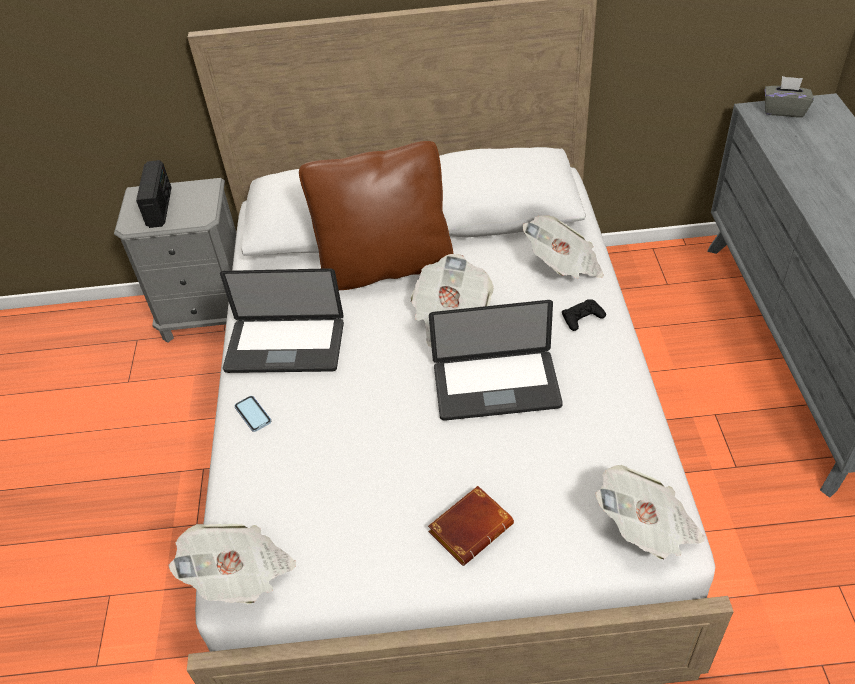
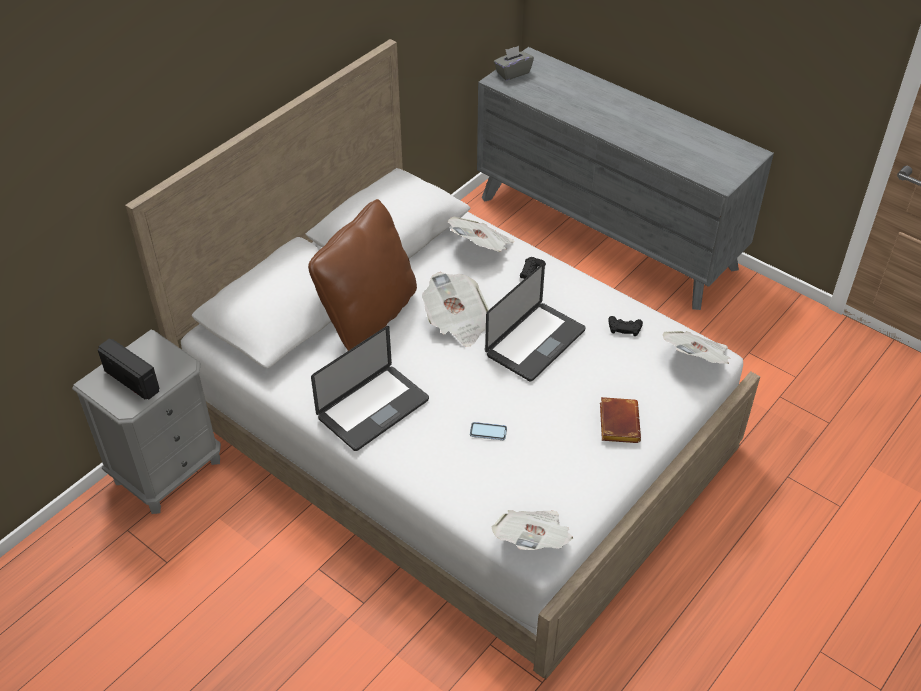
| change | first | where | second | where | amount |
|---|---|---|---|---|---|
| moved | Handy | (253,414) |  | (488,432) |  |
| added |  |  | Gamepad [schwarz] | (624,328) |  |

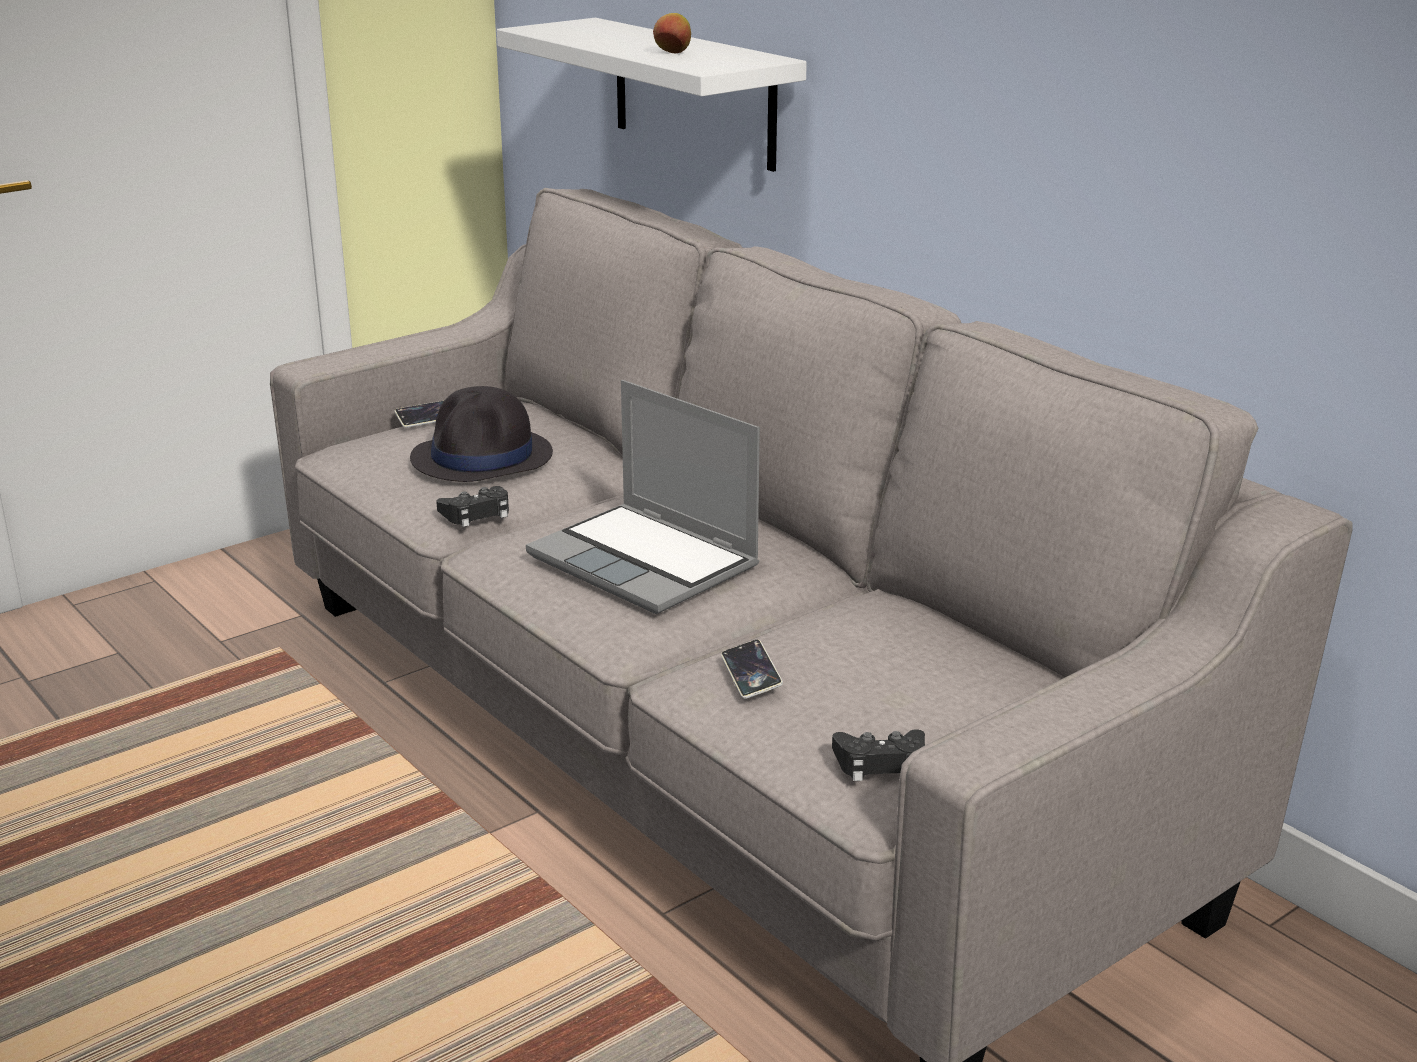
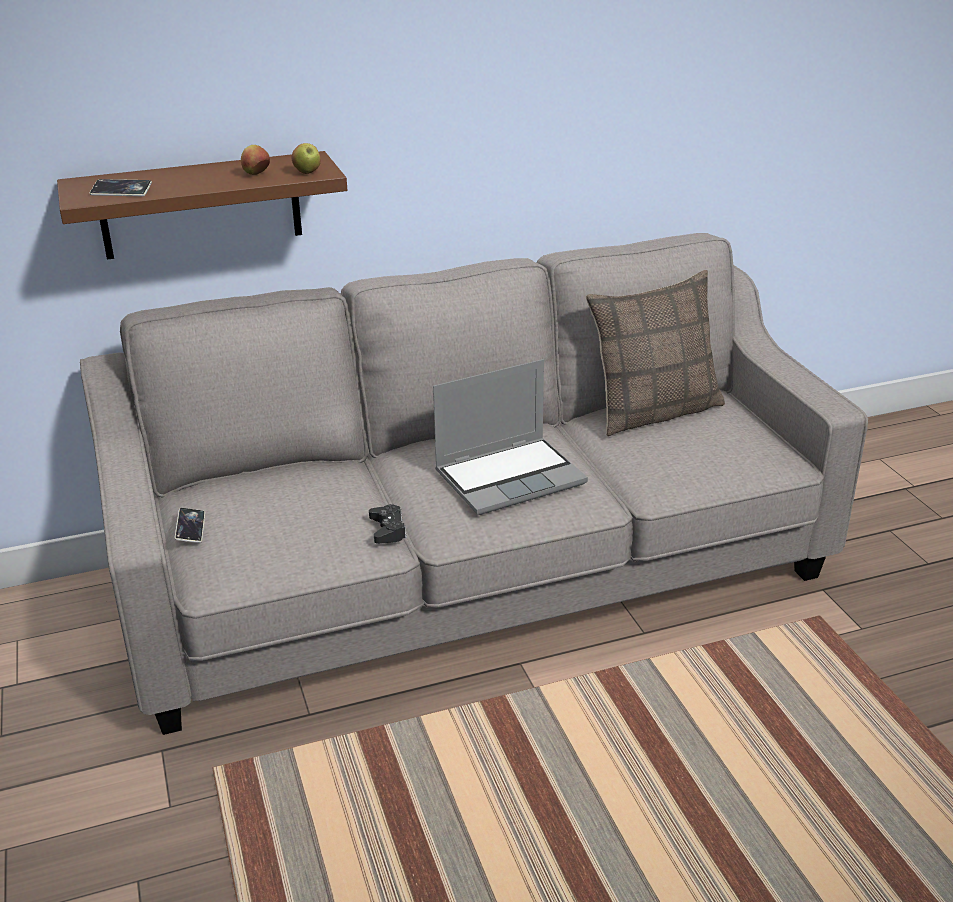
| change | first | where | second | where | amount |
|---|---|---|---|---|---|
| recoloured | Wandregal [weiß] | (694,93) | Wandregal [braun] | (200,206) |  |
| removed | Hut [schwarz] | (483,458) |  |  |  |
| moved | Handy | (751,674) |  | (121,192) |  |
| removed | Gamepad [schwarz] | (881,763) |  |  |  |
| added |  |  | Apfel | (307,172) |  |
| added |  |  | Kissen | (654,411) |  |

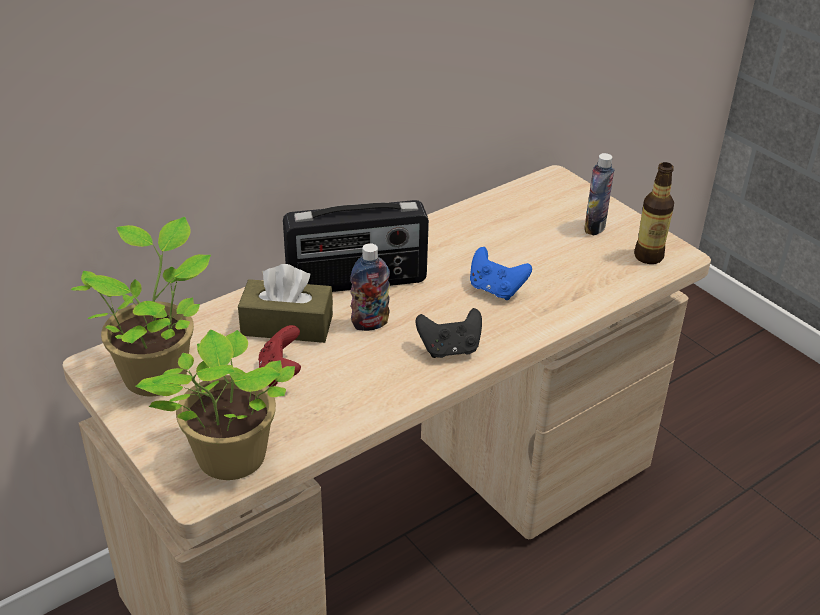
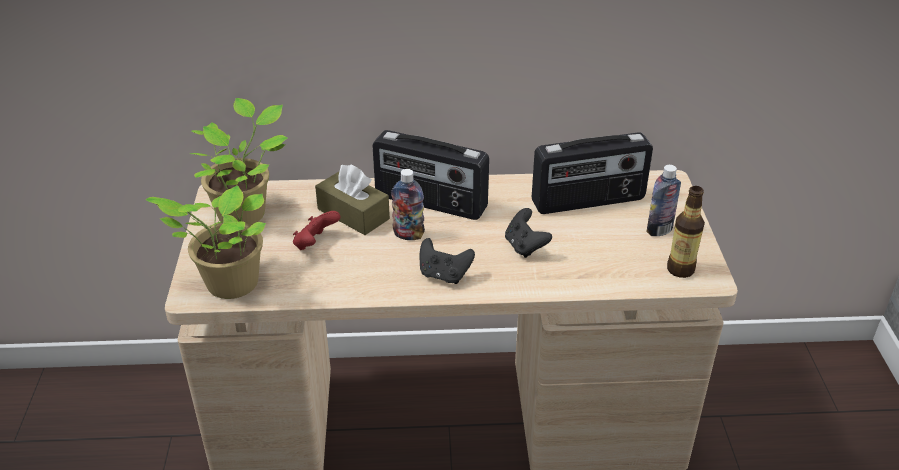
| change | first | where | second | where | amount |
|---|---|---|---|---|---|
| recoloured | Gamepad [blau] | (495,289) | Gamepad [schwarz] | (525,247) |  |
| added |  |  | Radio | (588,201) |  |

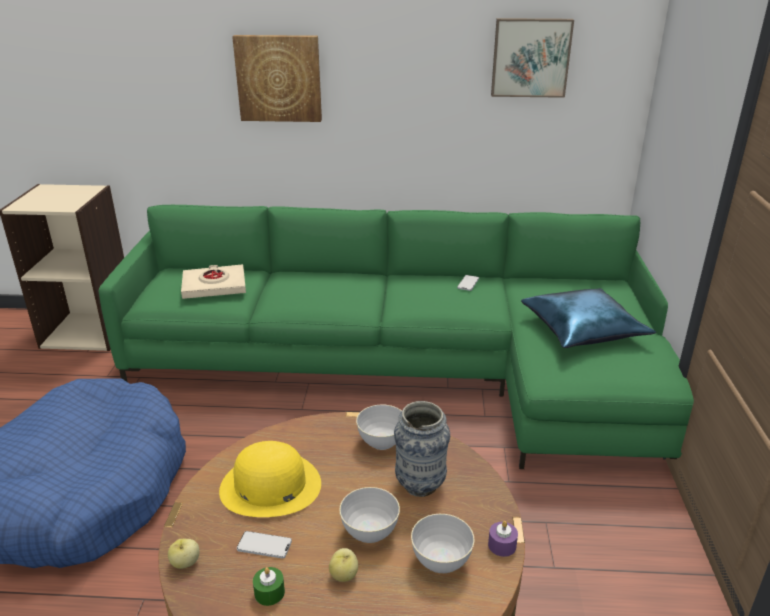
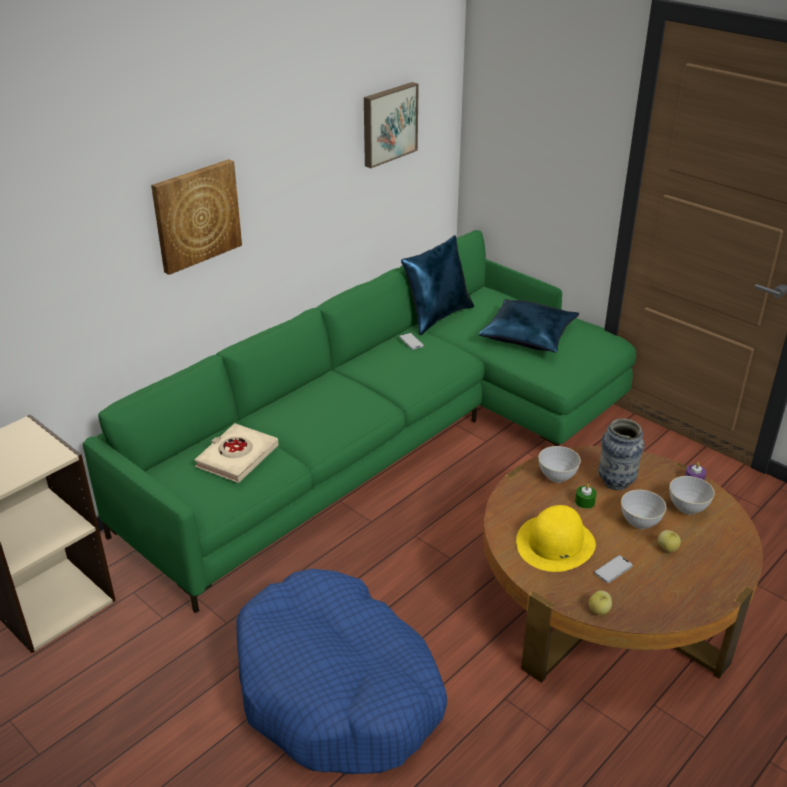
| change | first | where | second | where | amount |
|---|---|---|---|---|---|
| moved | Kerze [grün] | (269,592) |  | (585,502) |  |
| added |  |  | Kissen [blau] | (437,316) |  |

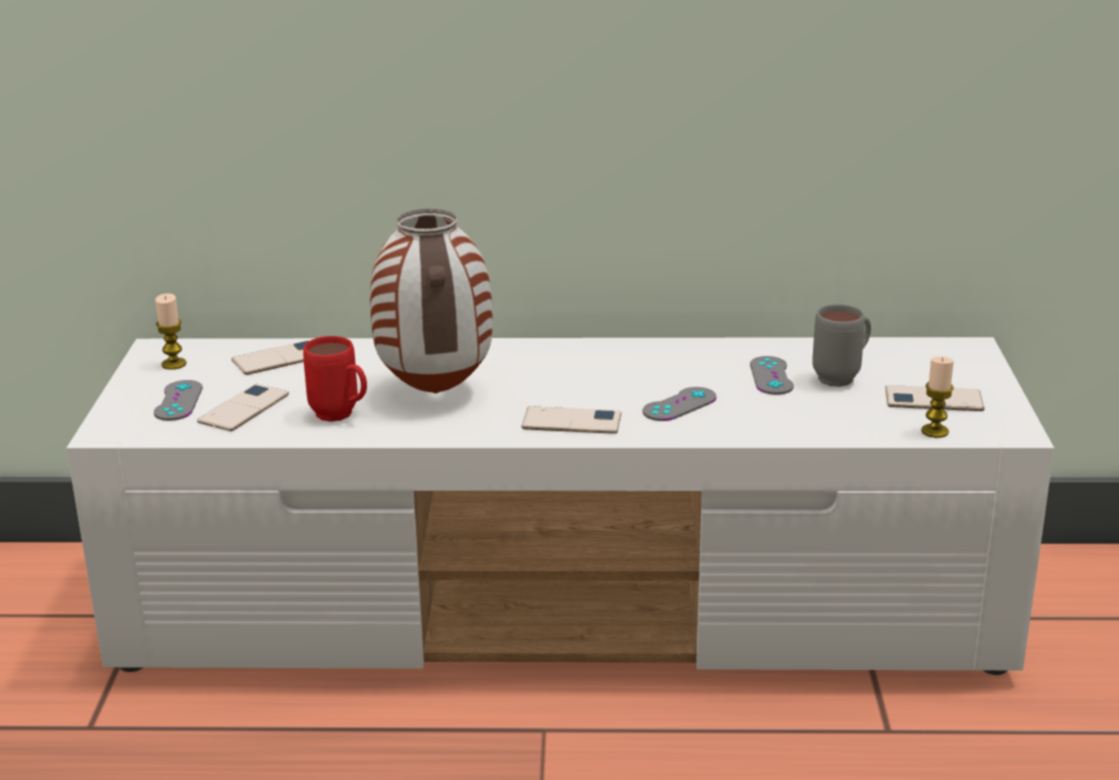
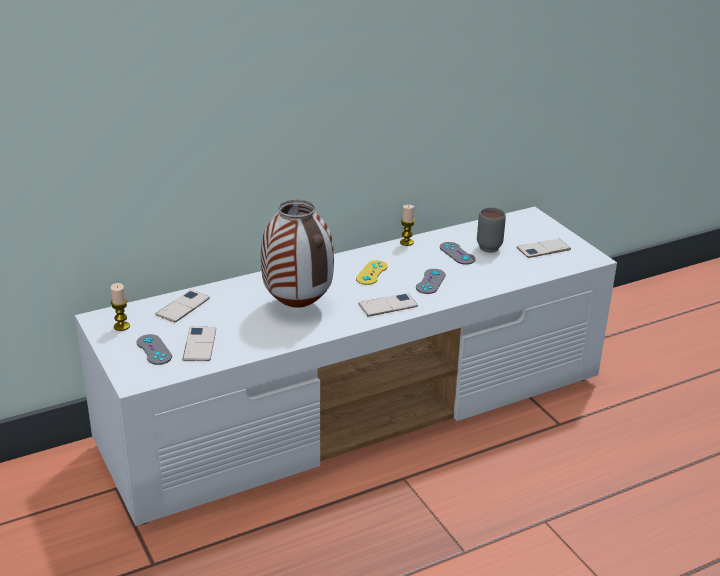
| change | first | where | second | where | amount |
|---|---|---|---|---|---|
| removed | Henkelbecher [rot] | (341,417) |  |  |  |
| moved | Kerze | (934,431) |  | (406,242) |  |
| added |  |  | Gamepad [gelb] | (371,273) |  |

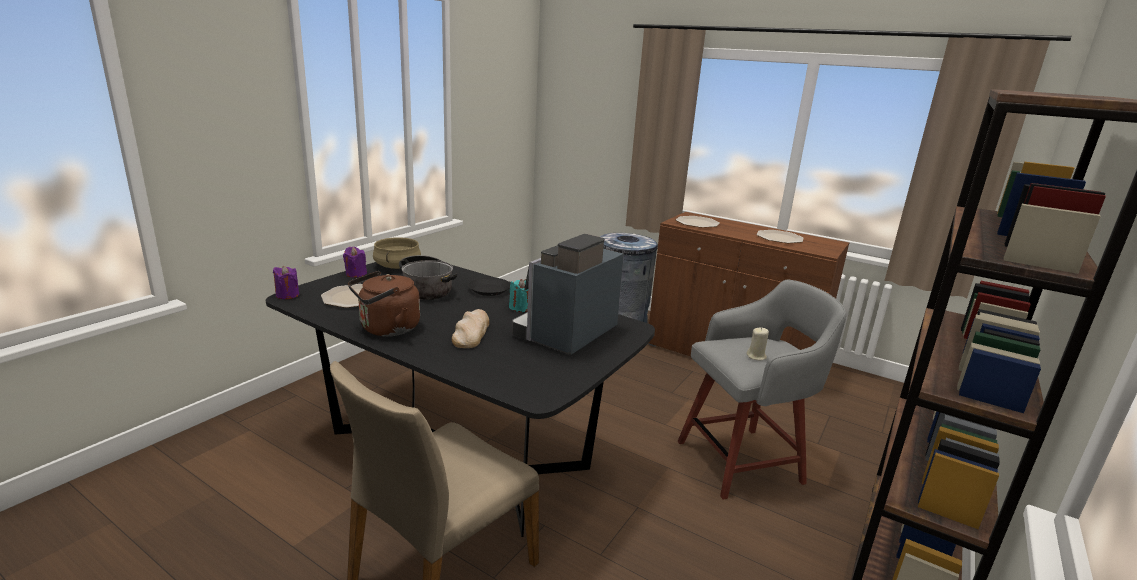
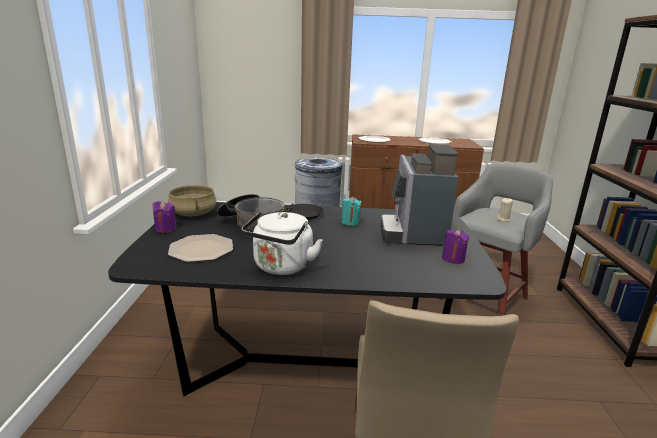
| change | first | where | second | where | amount |
|---|---|---|---|---|---|
| moved | Kerze [lila] | (287,295) |  | (453,259) |  |
| recoloured | Wasserkessel [braun] | (386,329) | Wasserkessel [weiß] | (281,267) |  |
| removed | Brot | (471,332) |  |  |  |

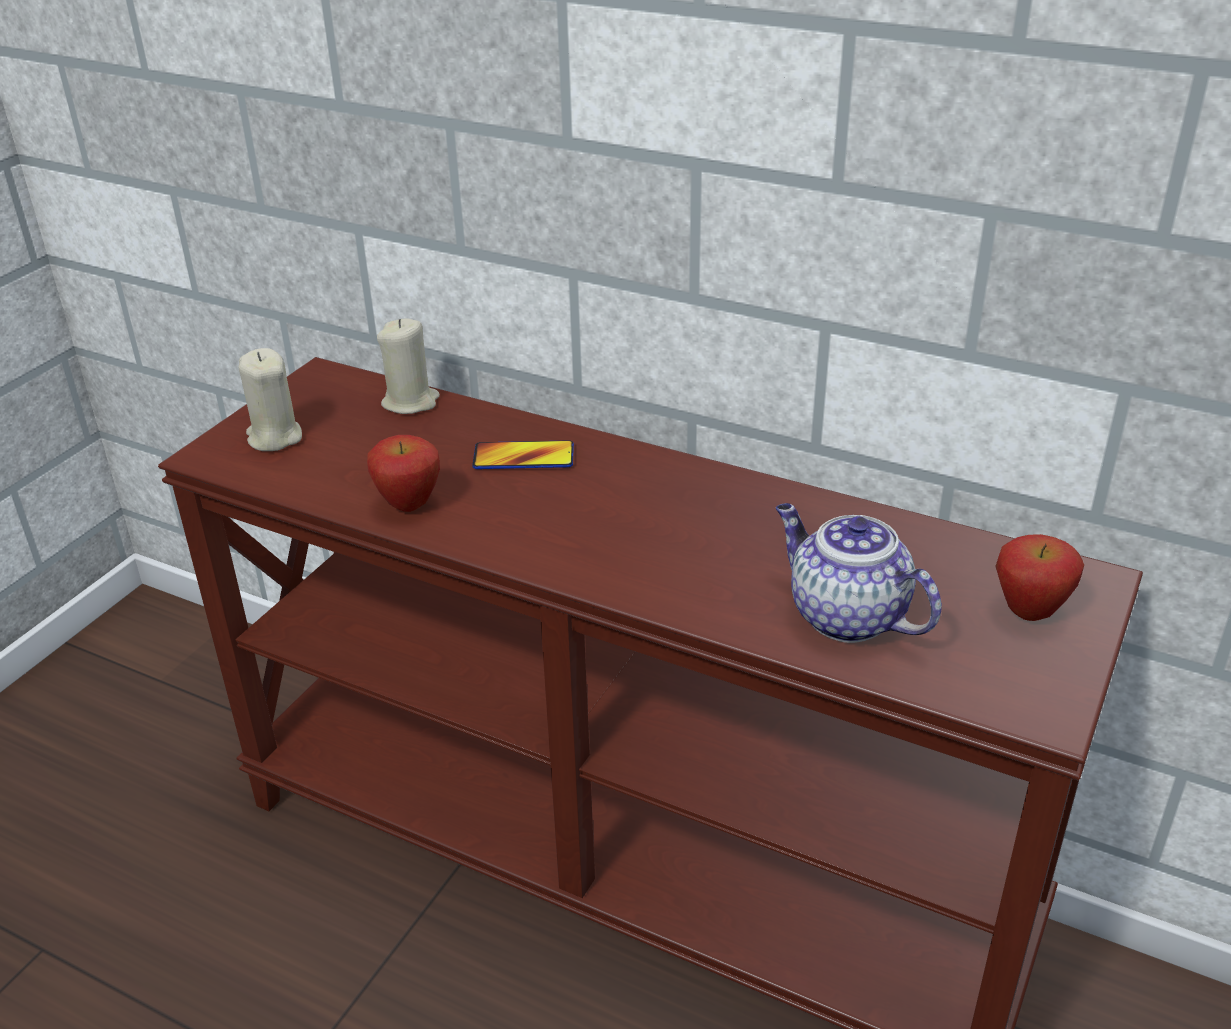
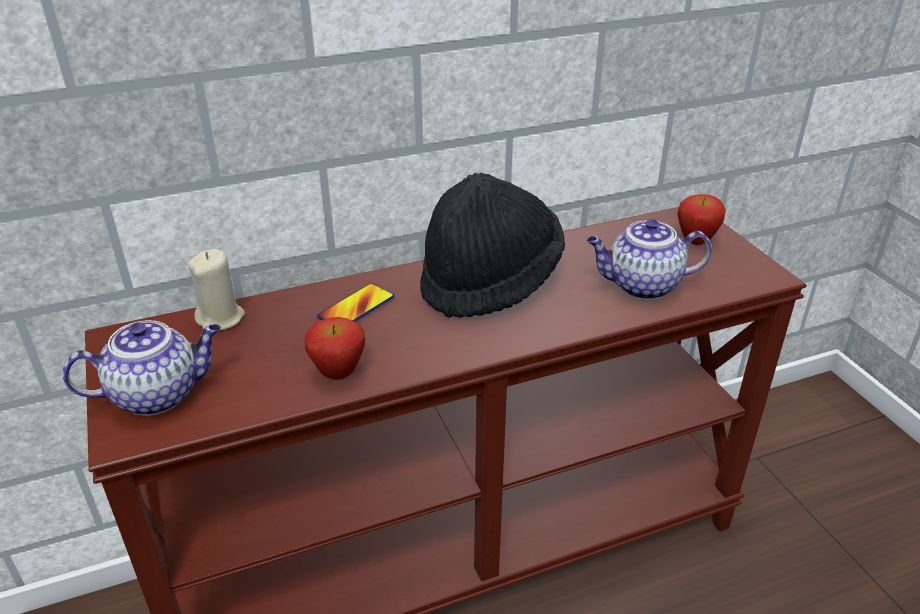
| change | first | where | second | where | amount |
|---|---|---|---|---|---|
| replaced | Kerze [beige] | (274,437) | Teekanne | (158,394) |  |
| added |  |  | Hut [schwarz] | (490,282) |  |

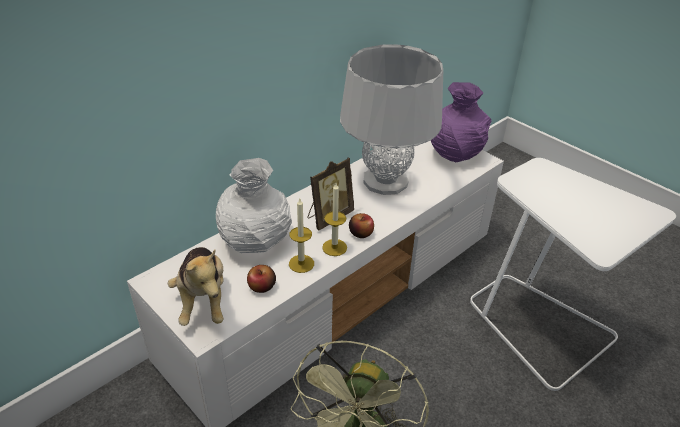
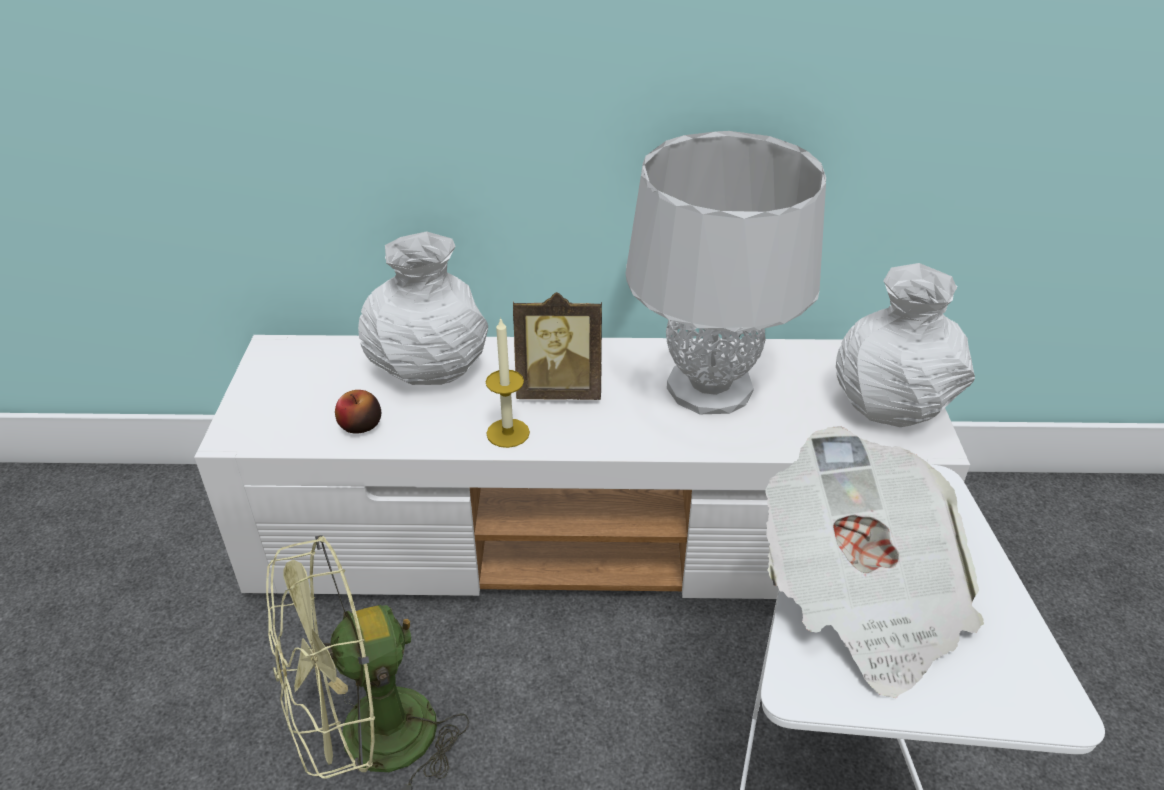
| change | first | where | second | where | amount |
|---|---|---|---|---|---|
| recoloured | Vase [lila] | (455,152) | Vase [weiß] | (893,405) |  |
| removed | Kerze | (301,263) |  |  |  |
| removed | Apfel | (361,233) |  |  |  |
| removed | Plüschtier | (203,300) |  |  |  |
| added |  |  | Zeitung | (862,597) |  |

